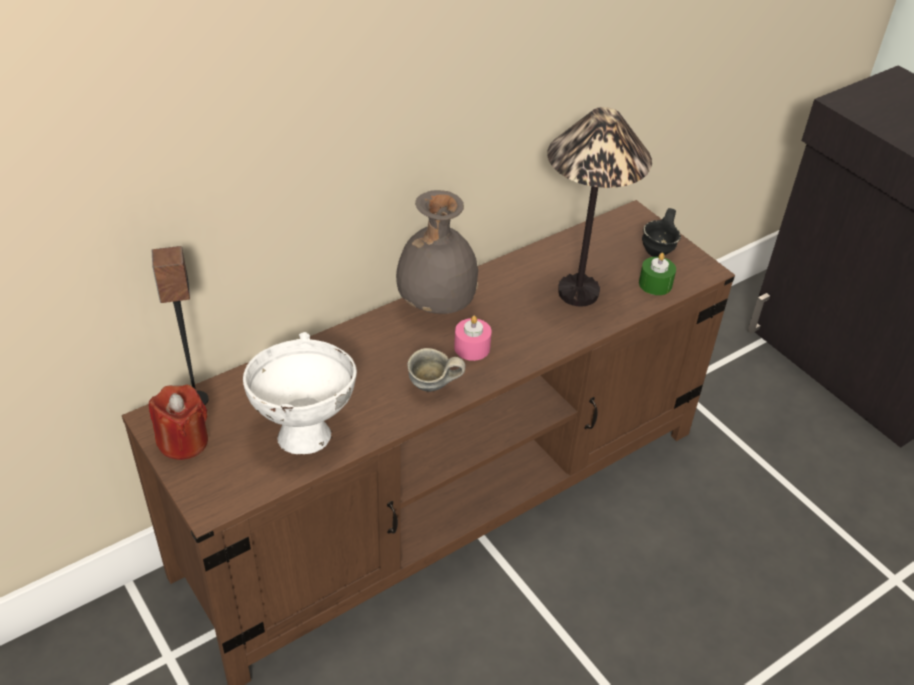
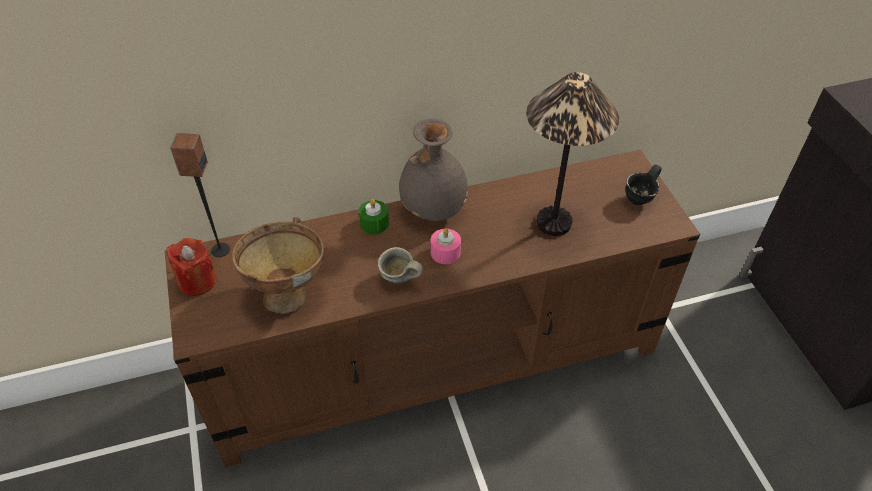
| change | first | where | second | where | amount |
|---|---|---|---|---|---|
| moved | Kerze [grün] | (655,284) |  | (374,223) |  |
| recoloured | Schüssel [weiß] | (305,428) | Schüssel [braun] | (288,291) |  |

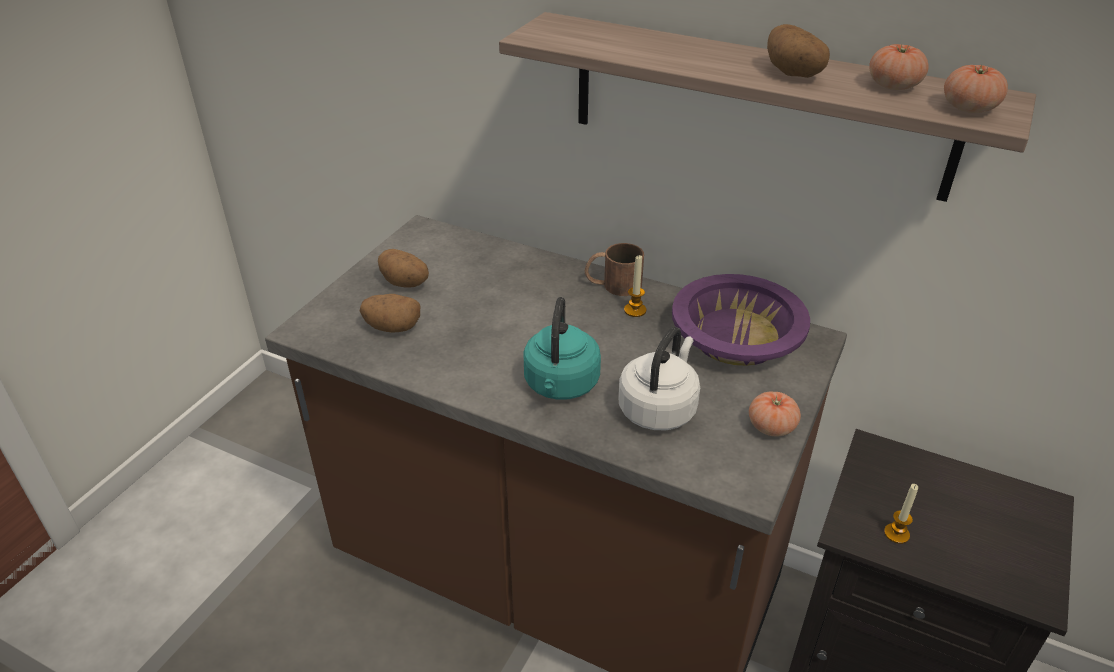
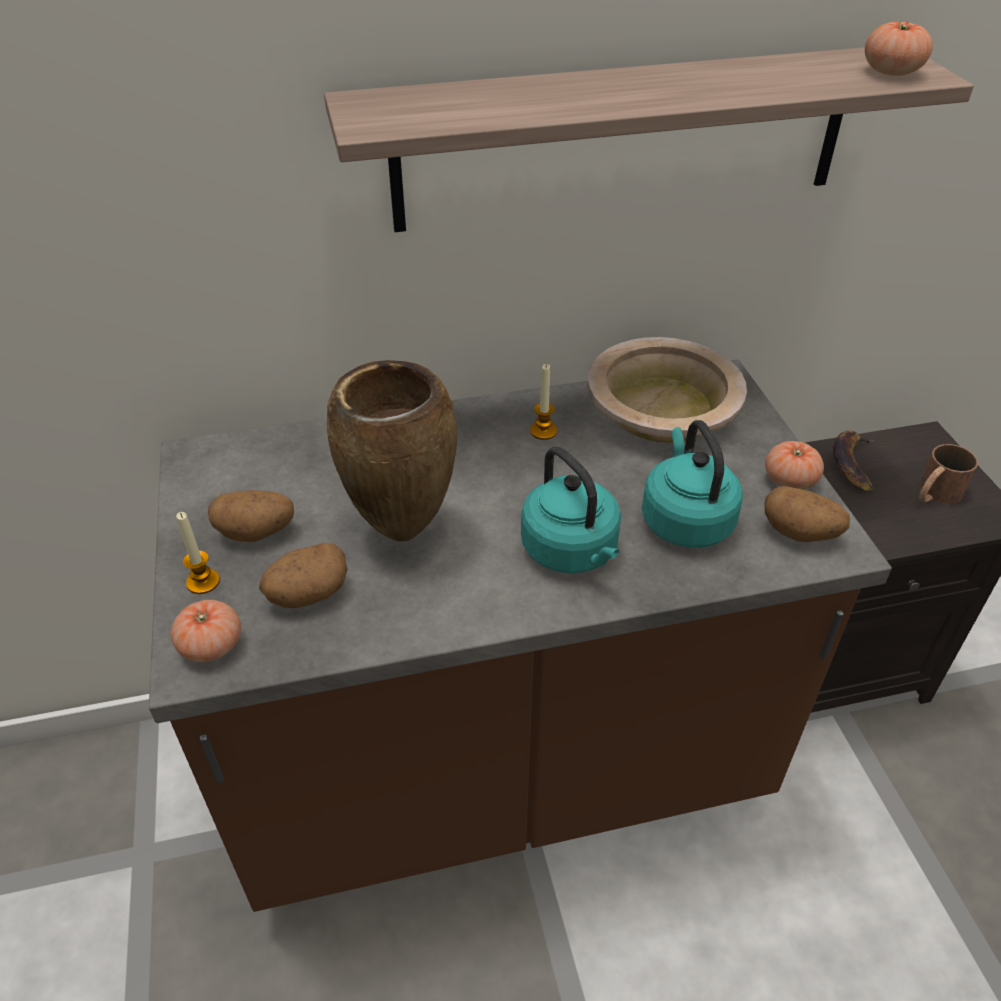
| change | first | where | second | where | amount |
|---|---|---|---|---|---|
| moved | Kartoffel | (794,74) |  | (800,533) |  |
| moved | Tomate | (893,86) |  | (211,645) |  |
| moved | Henkelbecher [braun] | (612,285) |  | (934,494) |  |
| recoloured | Schüssel [lila] | (737,337) | Schüssel [beige] | (662,410) |  |
| recoloured | Wasserkessel [weiß] | (659,408) | Wasserkessel [türkis] | (685,519) |  |
| moved | Kerze | (896,534) |  | (203,582) |  |
| added |  |  | Vase [braun] | (401,533) |  |
| added |  |  | Banane | (852,464) |  |

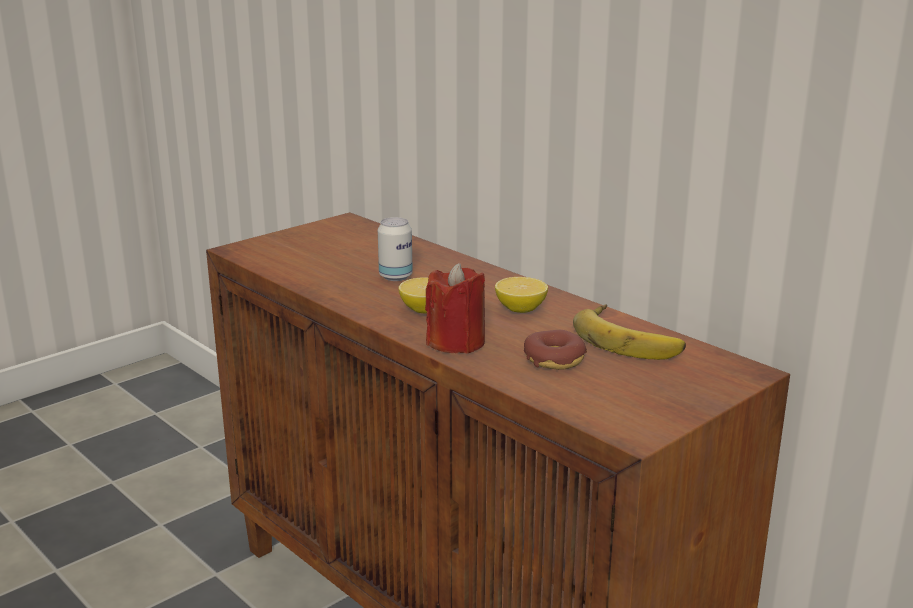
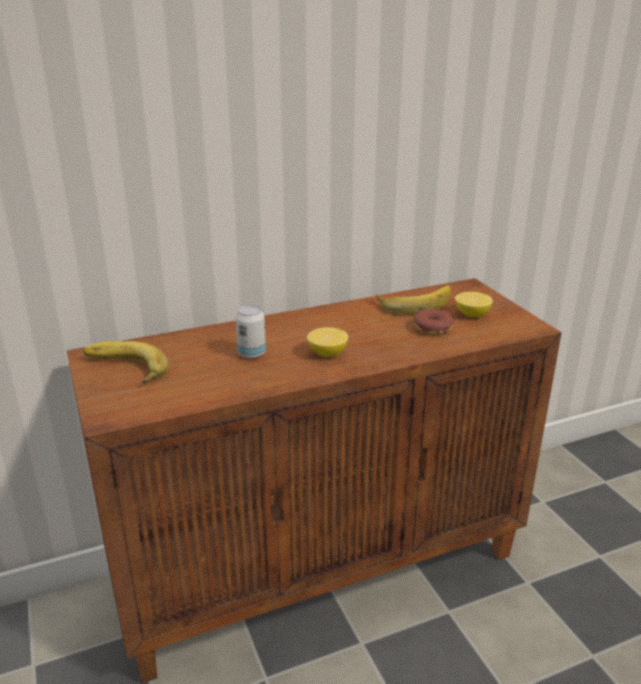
| change | first | where | second | where | amount |
|---|---|---|---|---|---|
| removed | Kerze [rot] | (456,342) |  |  |  |
| moved | Zitrone | (520,309) |  | (472,314) |  |
| added |  |  | Banane | (123,369) |  |

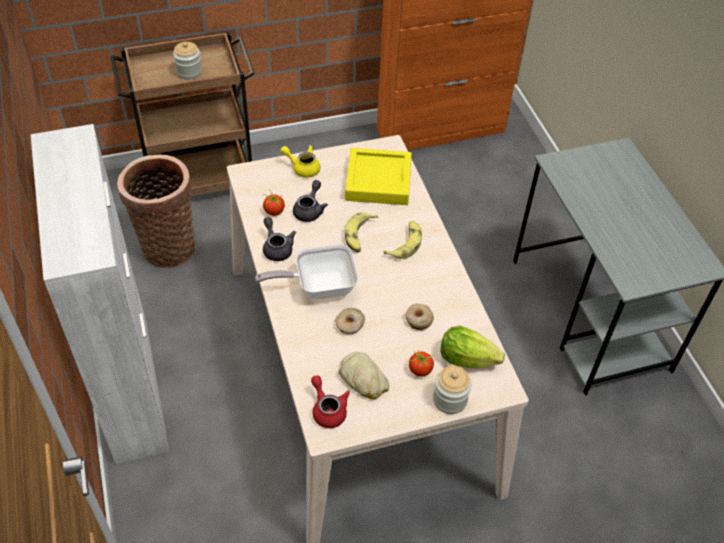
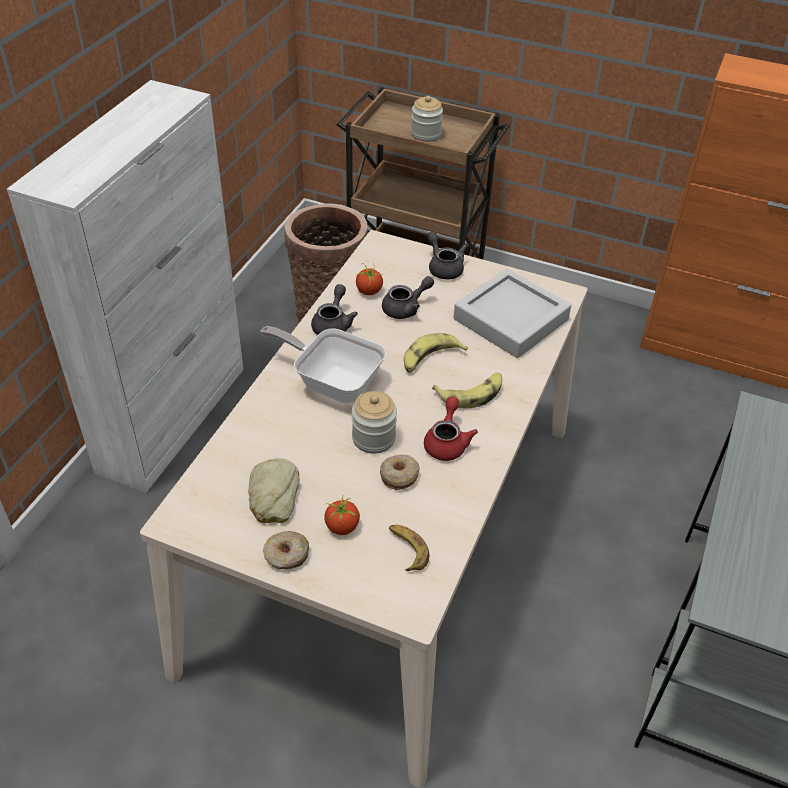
| change | first | where | second | where | amount |
|---|---|---|---|---|---|
| recoloured | Teekanne [gelb] | (302,168) | Teekanne [grau] | (444,267) |  |
| recoloured | Tablett [gelb] | (378,181) | Tablett [grau] | (510,319) |  |
| moved | Donut | (350,324) |  | (286,555) |  |
| replaced | Salatkopf | (466,358) | Banane | (407,549) |  |
| moved | Vorratsglas | (450,399) |  | (373,438) |  |
| moved | Teekanne [rot] | (328,409) |  | (447,442) |  |

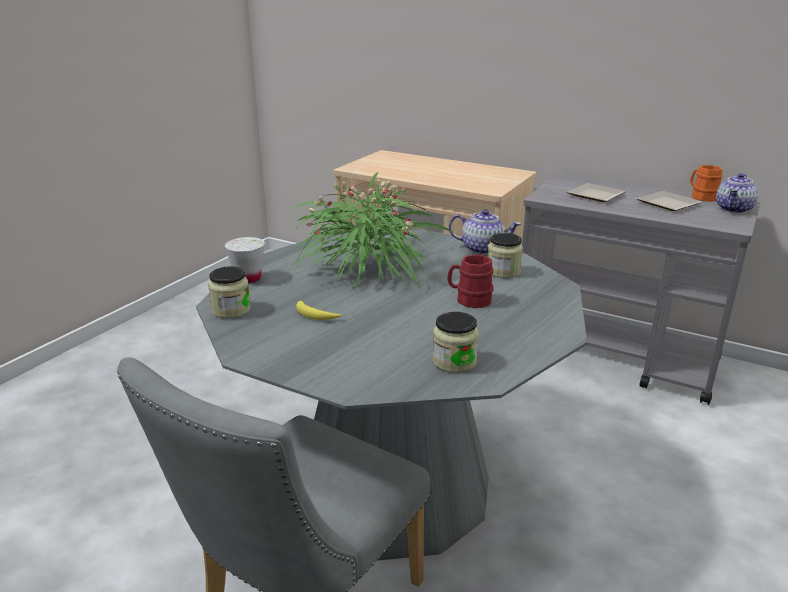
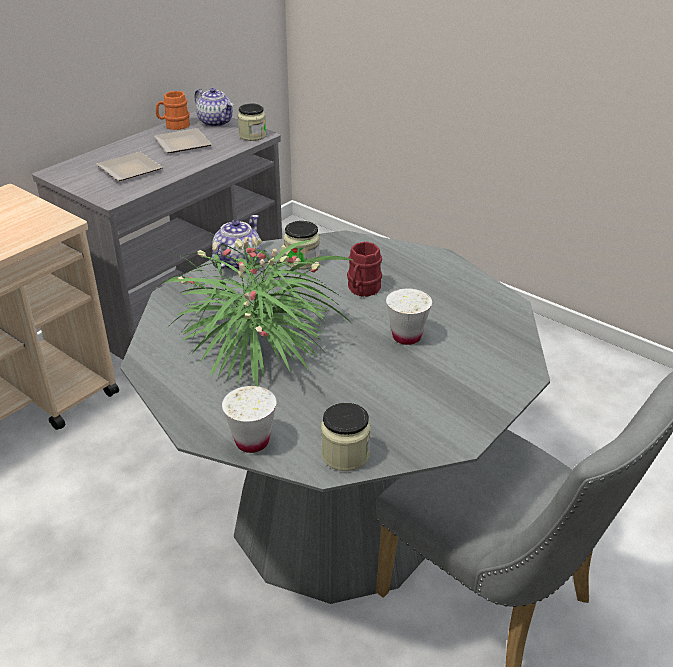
| change | first | where | second | where | amount |
|---|---|---|---|---|---|
| removed | Banane | (315,315) |  |  |  |
| moved | Vorratsglas | (454,361) |  | (252,136) |  |
| added |  |  | Tasse [weiß] | (406,336) |  |

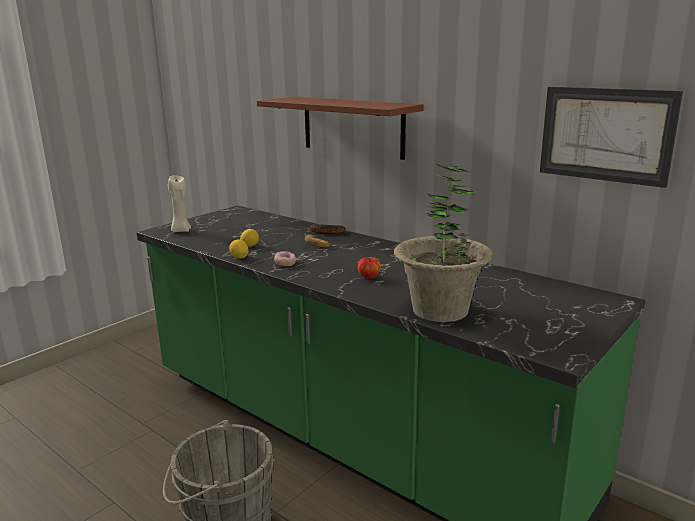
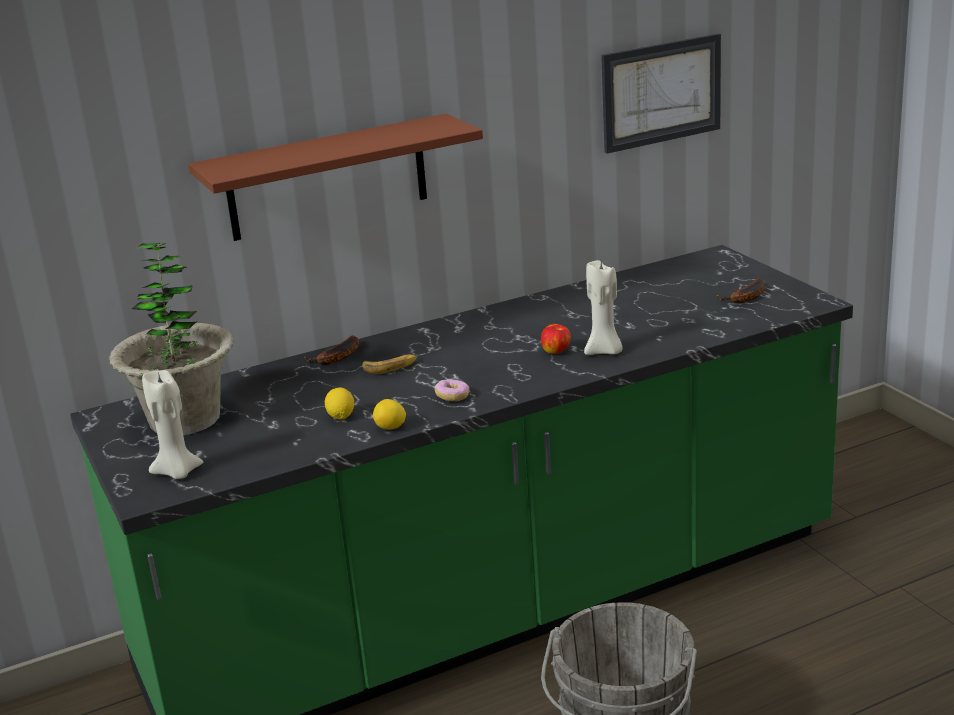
| change | first | where | second | where | amount |
|---|---|---|---|---|---|
| moved | Topfpflanze | (440,310) |  | (185,419) |  |
| added |  |  | Kerze [beige] | (604,351) |  |
| added |  |  | Banane | (747,297) |  |

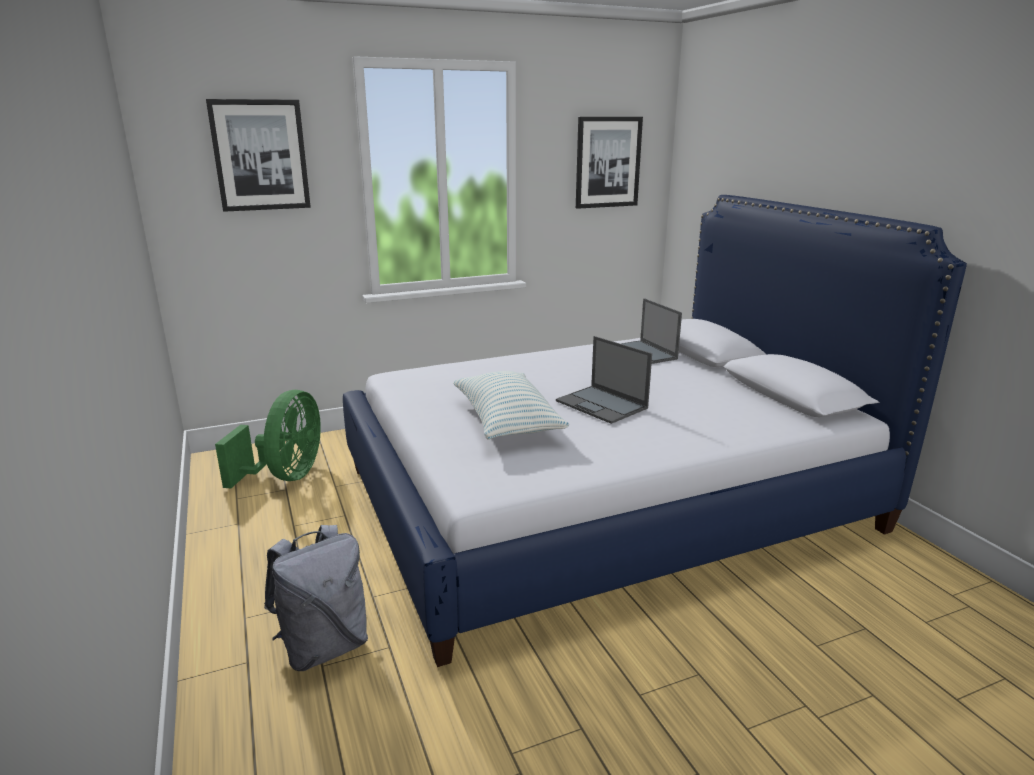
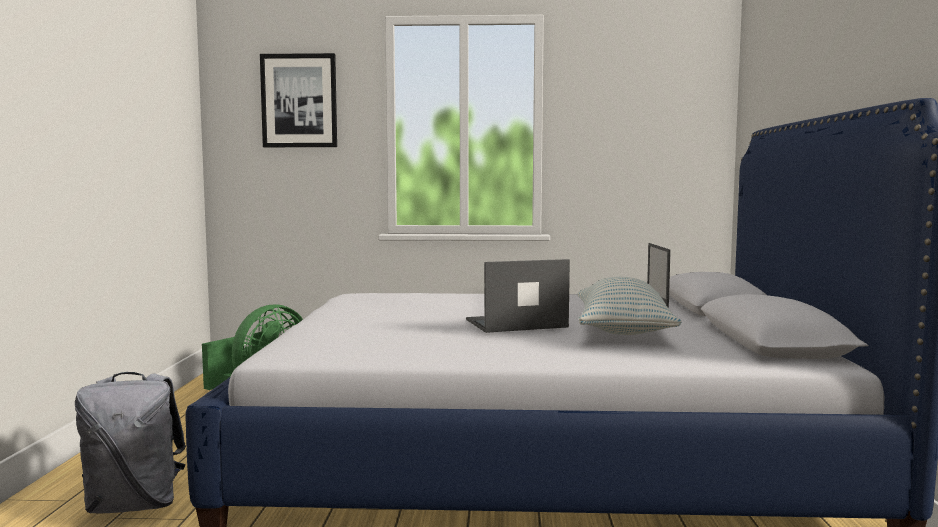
| change | first | where | second | where | amount |
|---|---|---|---|---|---|
| removed | Bild | (607,162) |  |  |  |
| turned | Laptop | (602,405) |  | (515,324) | 90 degrees clockwise |
| moved | Kissen | (507,422) |  | (622,330) |  |

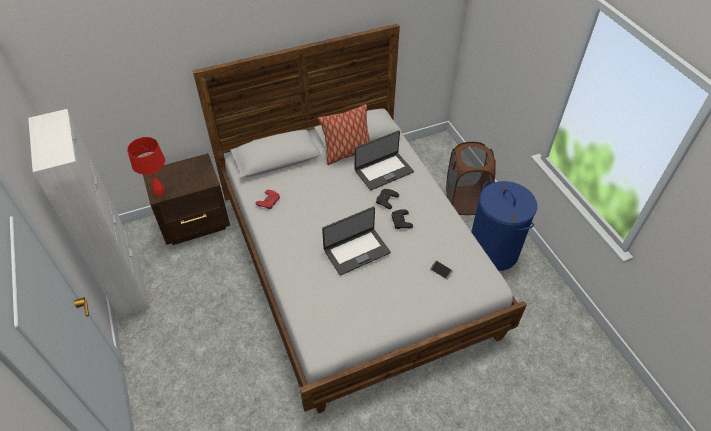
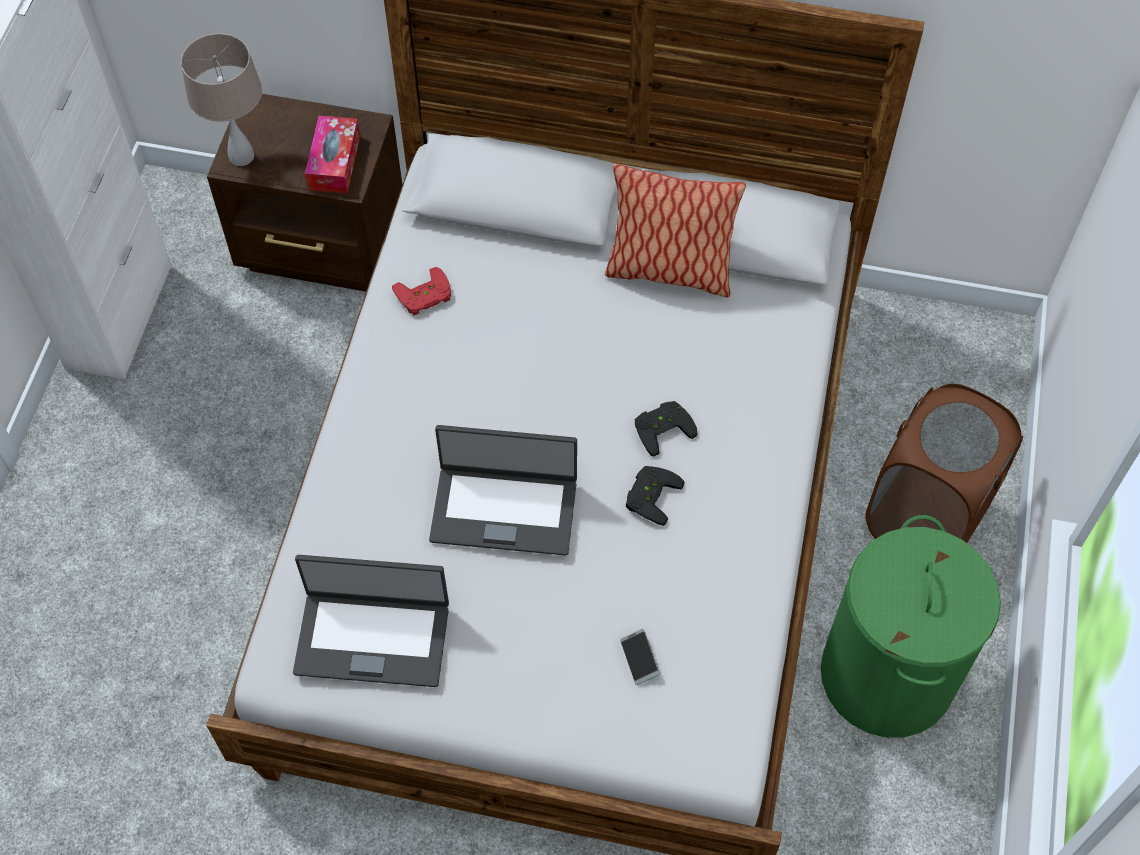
| change | first | where | second | where | amount |
|---|---|---|---|---|---|
| moved | Laptop | (383,171) |  | (372,637) |  |
| recoloured | Tischlampe [rot] | (159,191) | Tischlampe [beige] | (241,156) |  |
| recoloured | Wäschekorb [blau] | (493,251) | Wäschekorb [grün] | (887,675) |  |
| added |  |  | Taschentuchbox | (334,162) |  |

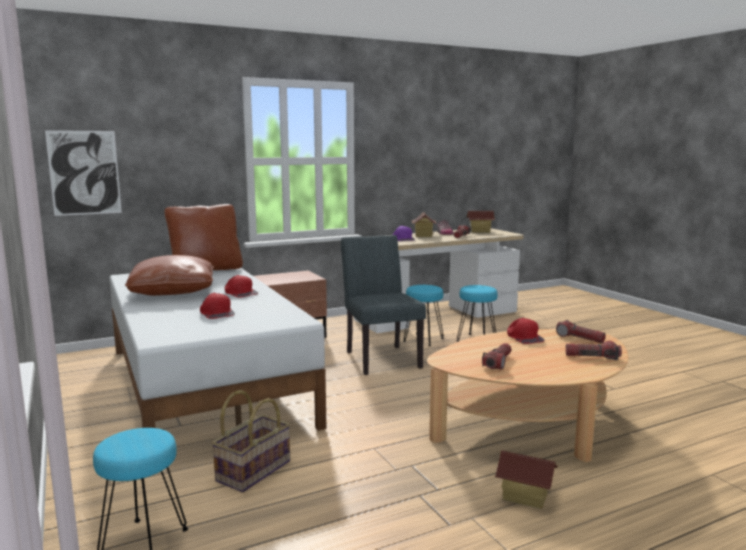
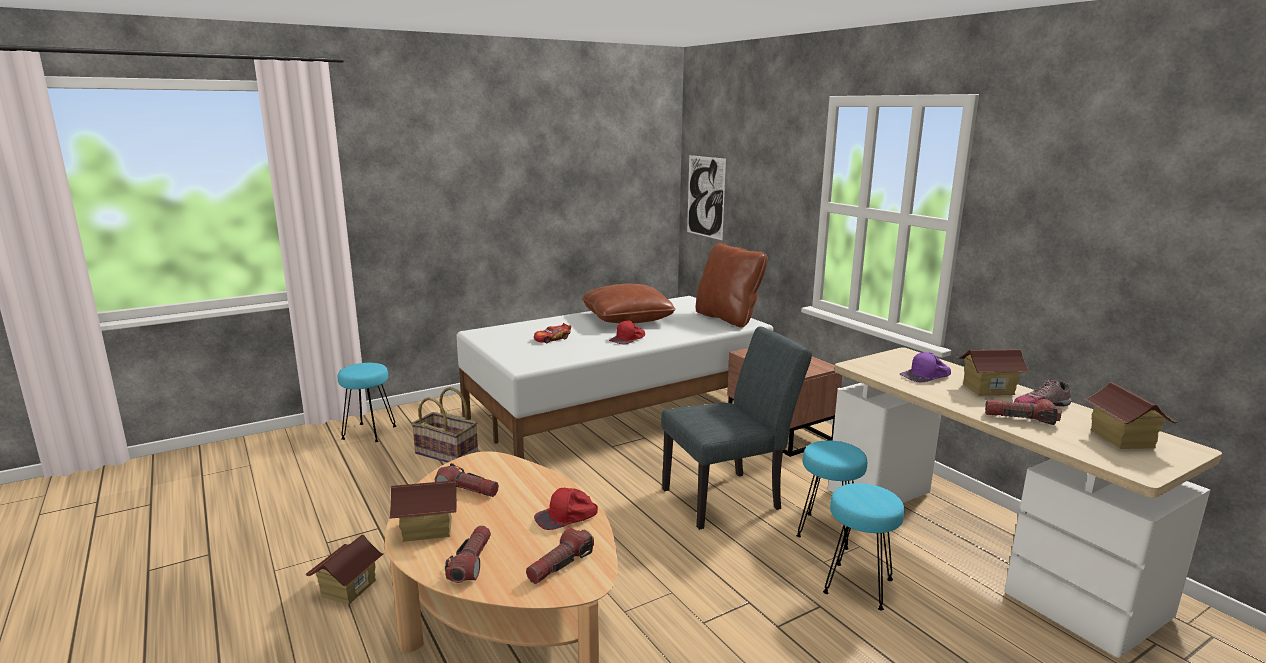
| change | first | where | second | where | amount |
|---|---|---|---|---|---|
| replaced | Kappe [rot] | (217,313) | Spielzeugauto | (552,339) |  |
| added |  |  | Spielzeughaus | (427,529) |  |

